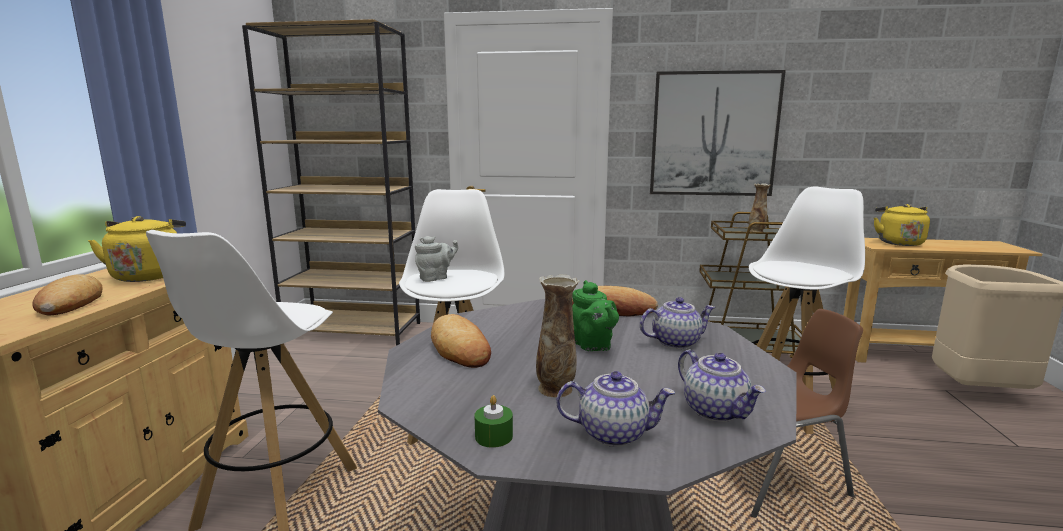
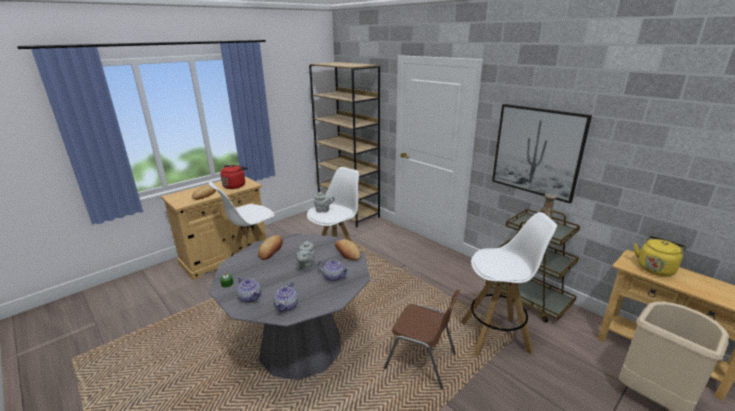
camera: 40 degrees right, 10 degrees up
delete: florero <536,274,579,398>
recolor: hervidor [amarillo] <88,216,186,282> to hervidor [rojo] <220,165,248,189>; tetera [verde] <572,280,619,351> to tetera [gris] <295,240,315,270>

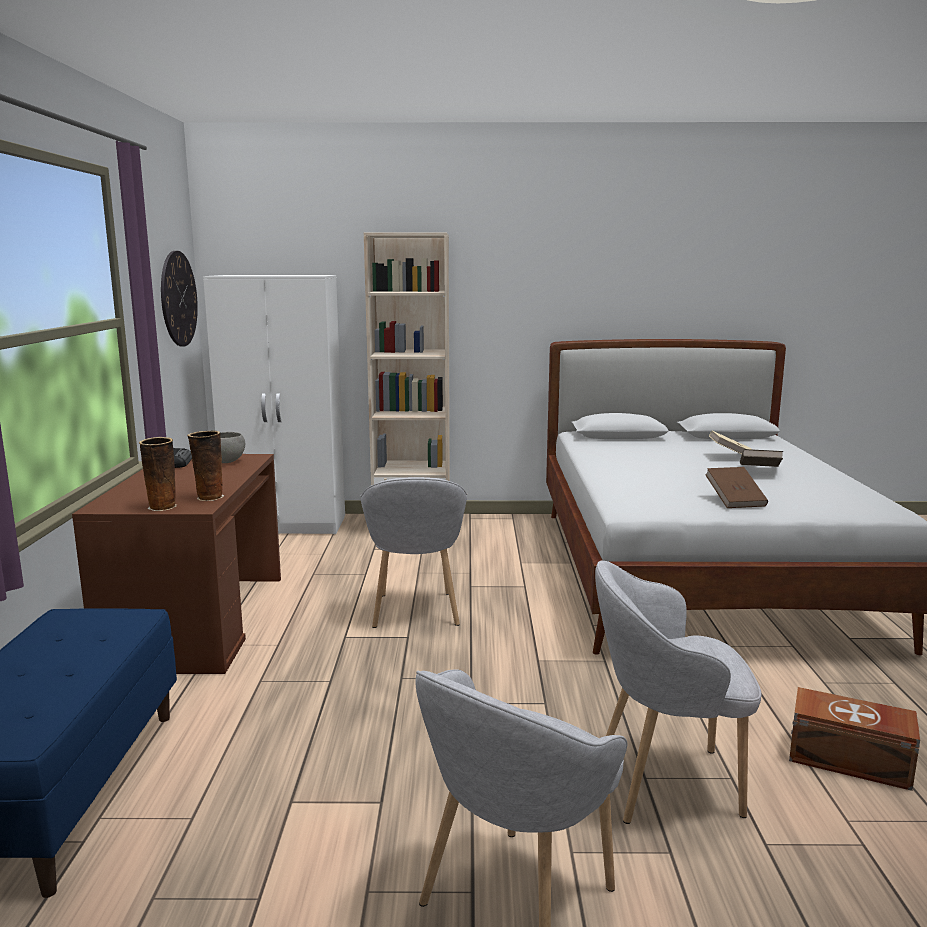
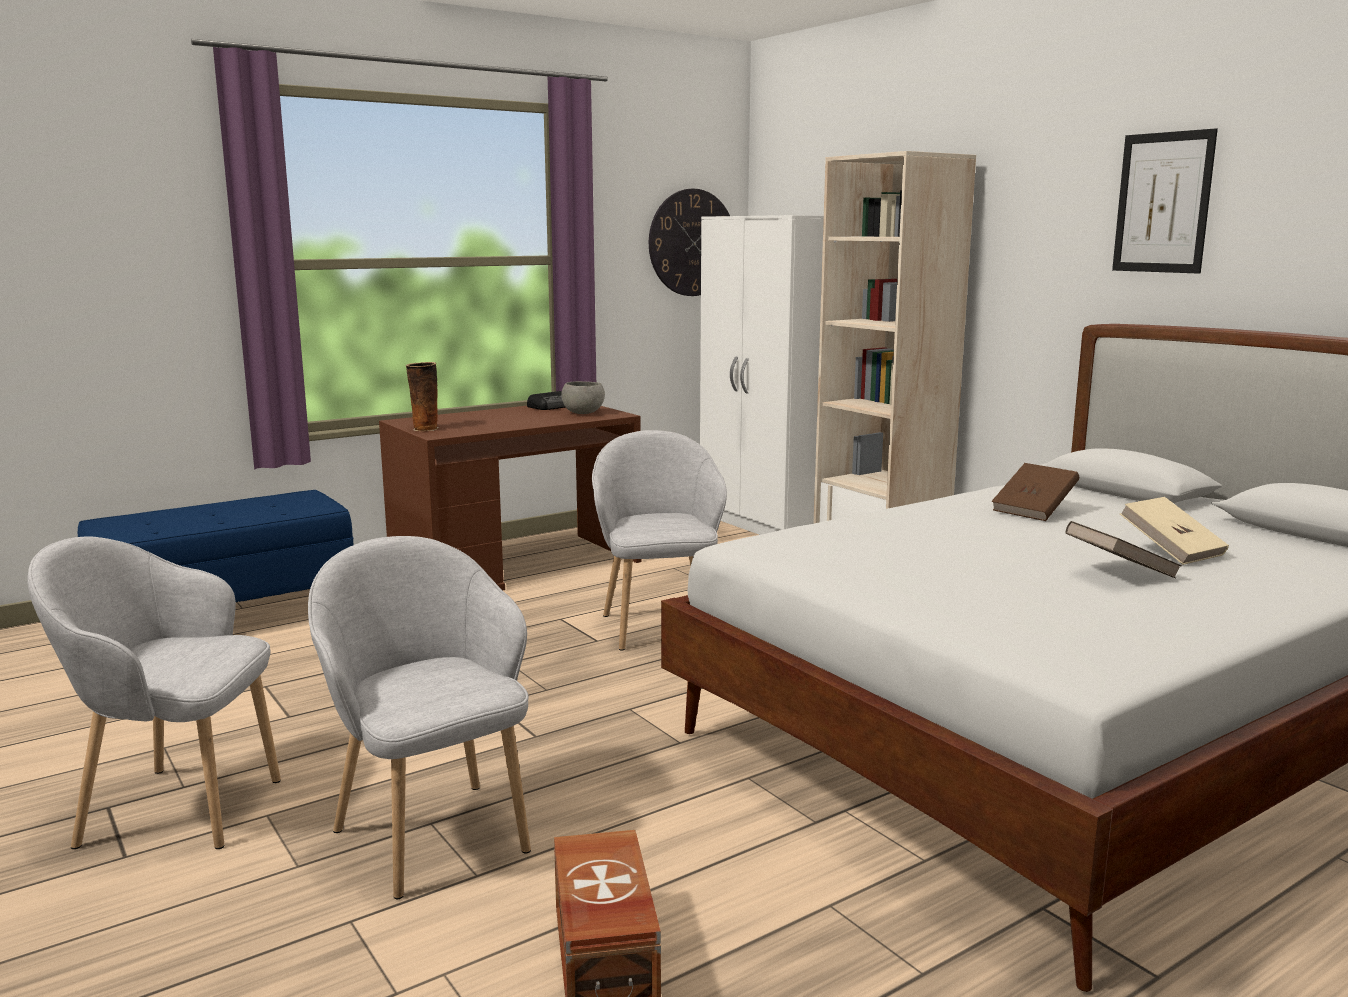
camera: 55 degrees right, 0 degrees up
delete: florero <187,431,224,501>
insert: cuadro <1112,128,1218,274>
move: libro [marrón] <705,467,768,508> to <992,463,1079,521>
rotate: sillón [gris] <360,477,467,628> = <592,430,727,651> 120 degrees clockwise

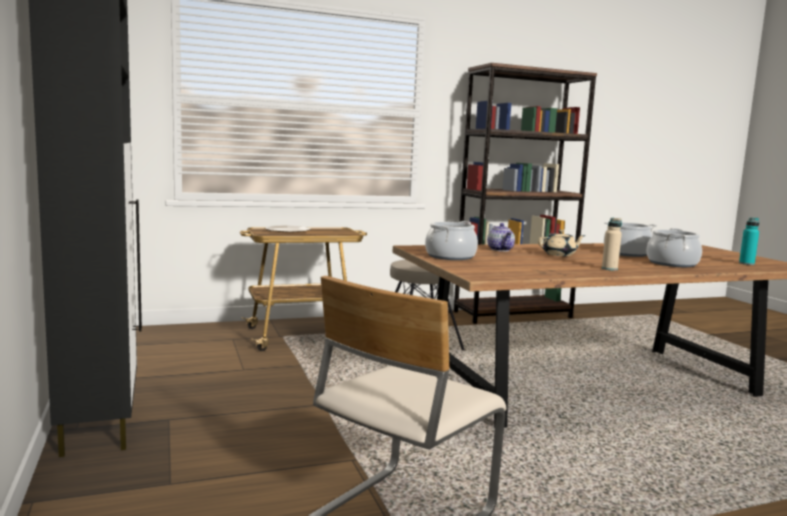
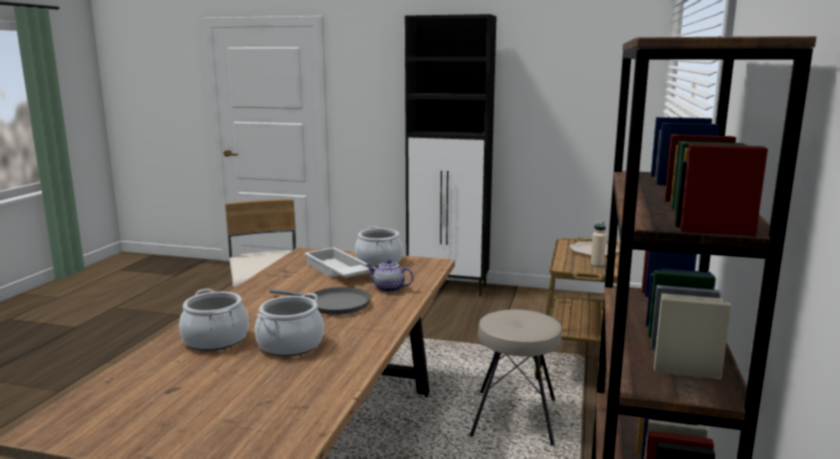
camera: 125 degrees right, 5 degrees up
delete: botella [turquesa] <739,218,759,265>
insert: bandeja [blanco] <304,247,376,278>
move: botella [beis] <602,218,622,271> to <591,221,607,267>
replace: tetera [beis] <538,230,586,256> to sartén [gris] <270,287,371,315>

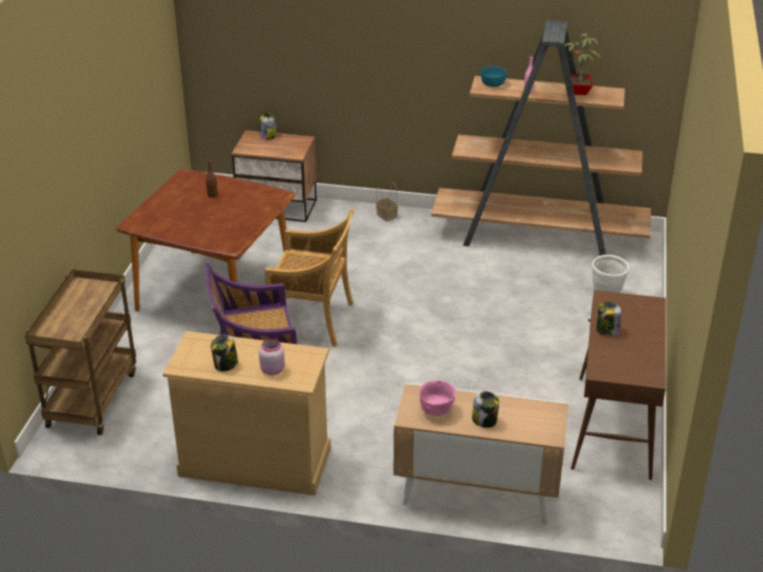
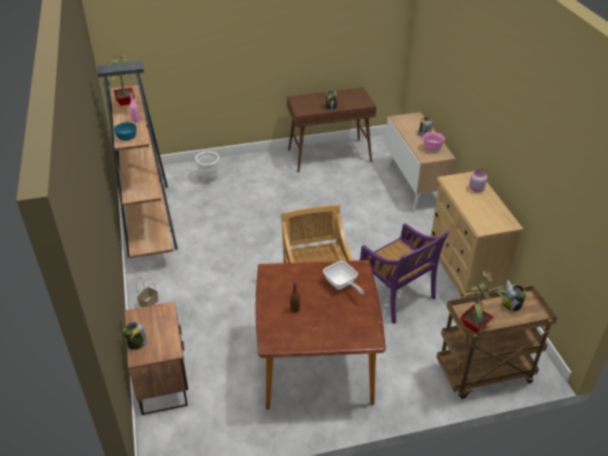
camera: 115 degrees left, 5 degrees up
insert: sartén <323,261,364,295>; planta en maceta <460,271,509,333>
move: tarro <211,335,238,372> to <502,285,527,311>

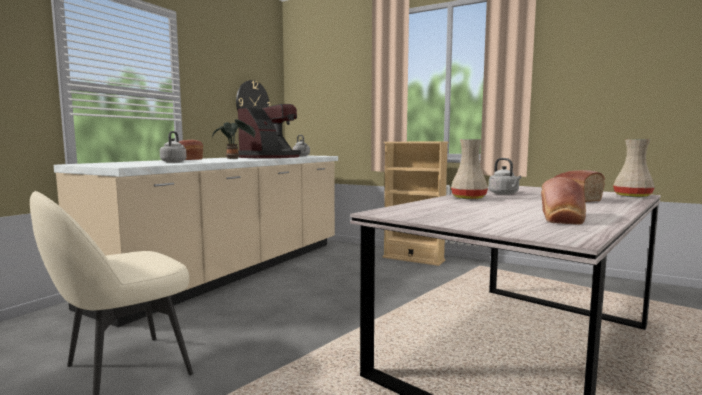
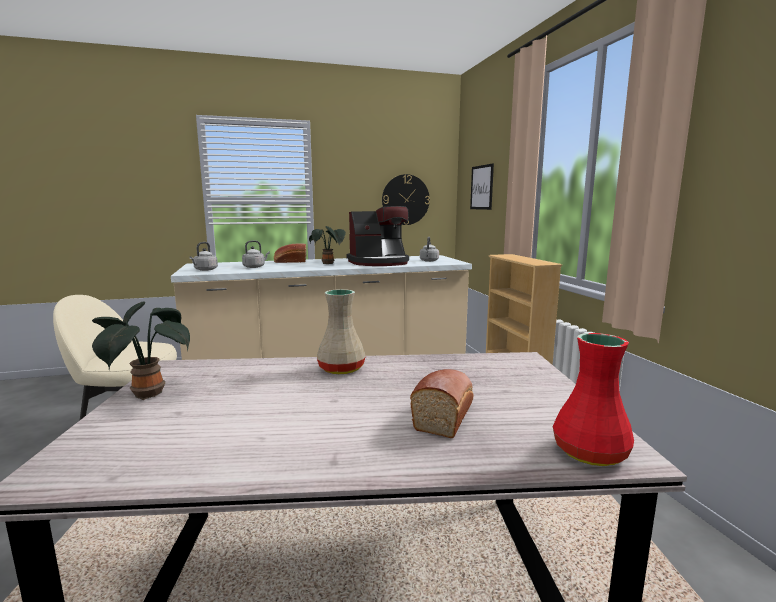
camera: 45 degrees right, 5 degrees up
delete: pan <541,177,586,224>
insert: planta en maceta <92,302,190,400>; cuadro <470,164,494,210>
move: hervidor [gris] <489,158,521,195> to <189,242,218,271>
recolor: florero [beis] <613,139,655,197> to florero [rojo] <553,333,634,466>

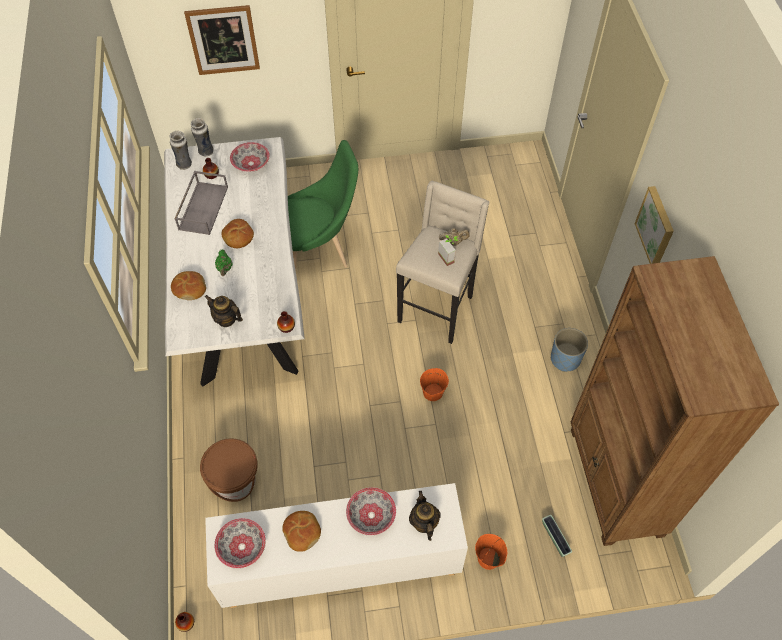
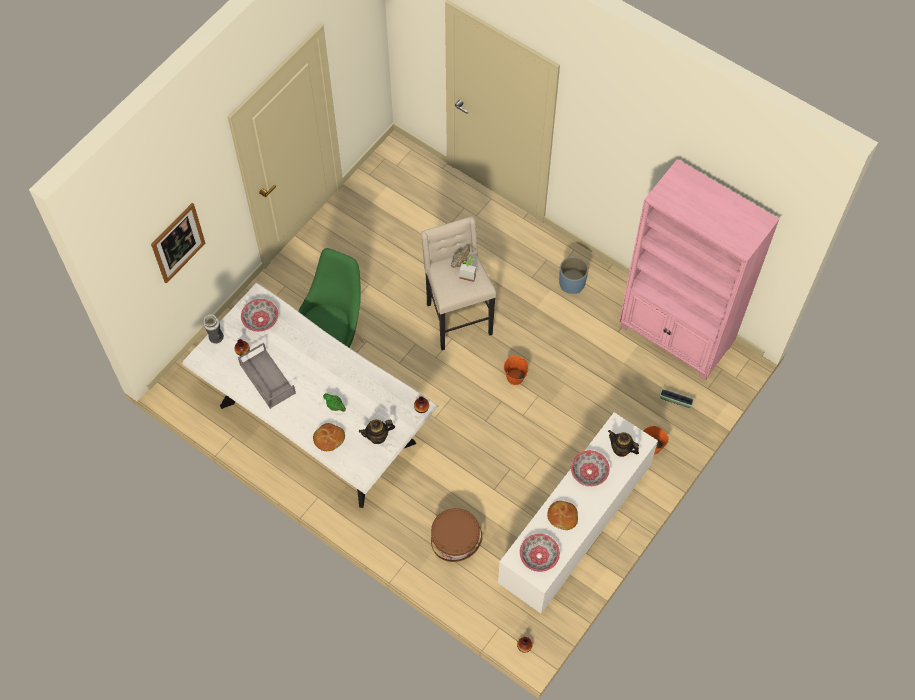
camera: 45 degrees left, 5 degrees up
delete: florero <170,131,192,170>; pan <221,219,254,248>; cuadro <634,186,674,264>
recolor: estantería [marrón] <570,256,779,546> to estantería [rosa] <619,159,779,380>

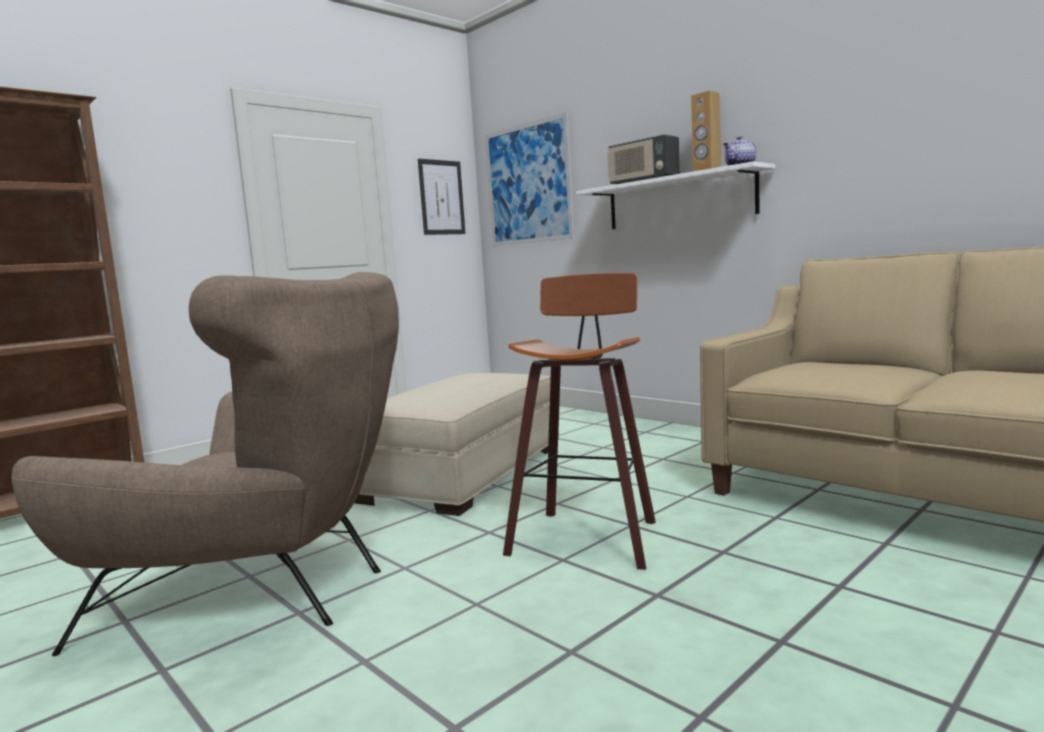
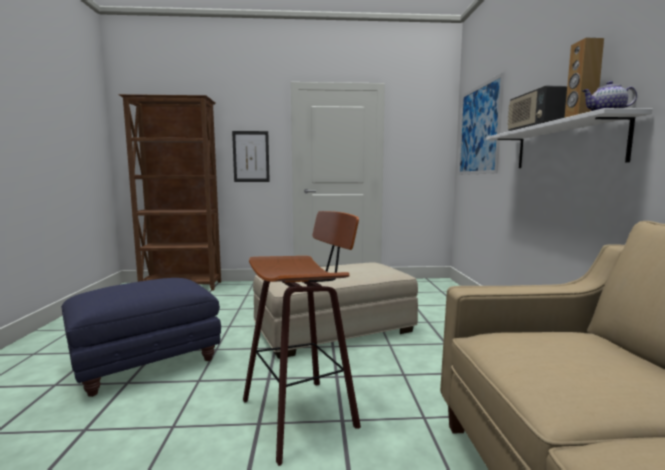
camera: 40 degrees right, 0 degrees up
move: cuadro <418,159,466,235> to <232,131,270,182>
replace: sillón [marrón] <12,272,399,656> to puf [azul] <61,278,221,397>

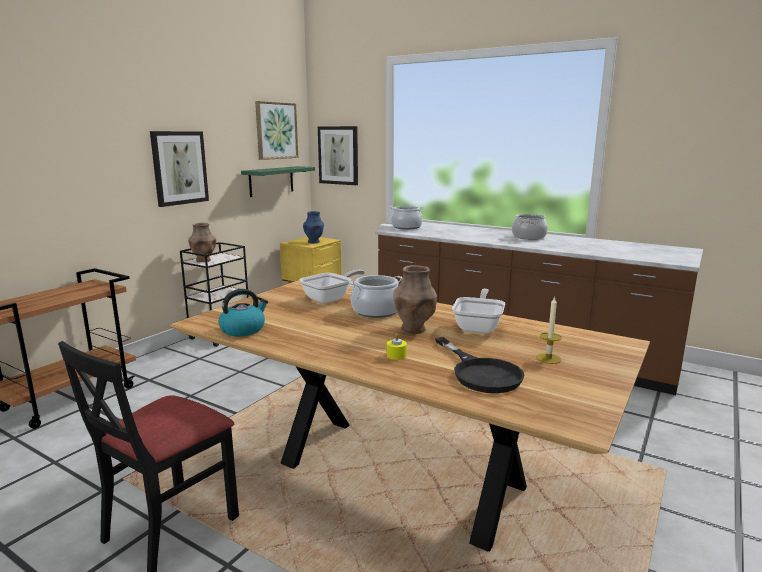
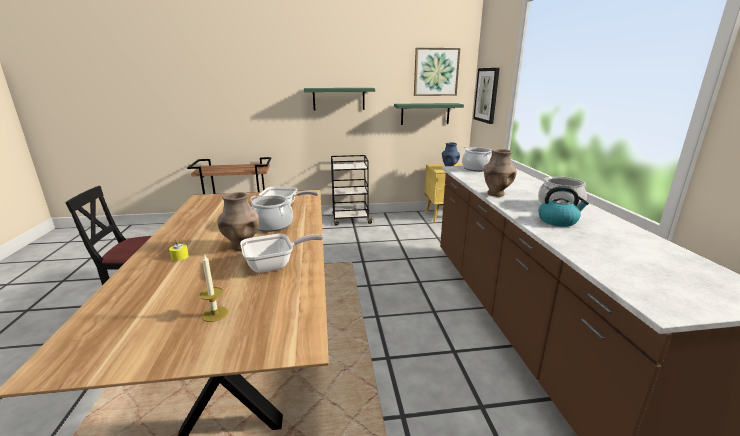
camera: 50 degrees right, 5 degrees up
delete: sartén [negro] <435,337,524,393>
move: florero [marrón] <188,223,216,262> to <484,149,517,197>; hervidor <219,289,268,336> to <538,186,589,227>
replace: cuadro <150,131,209,207> to estante [verde] <304,88,375,110>

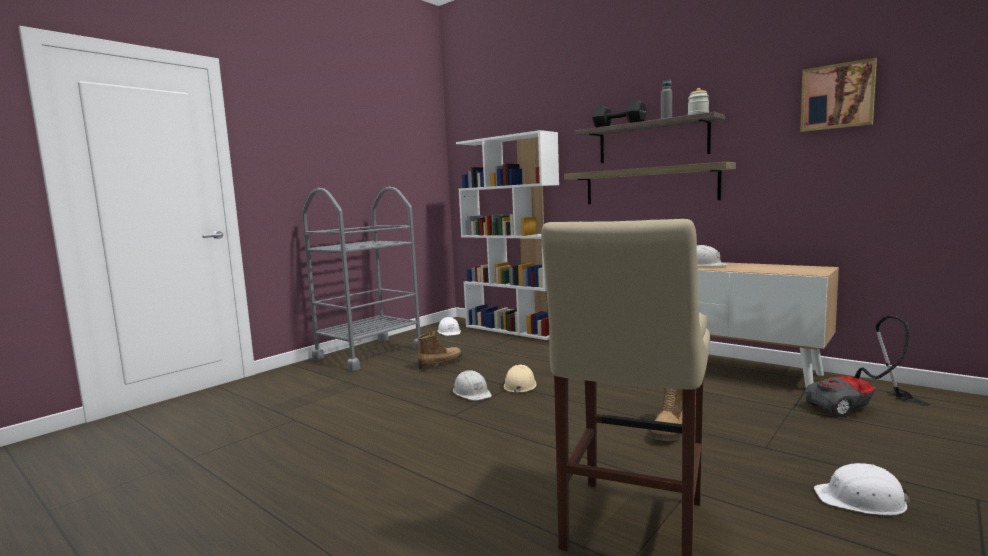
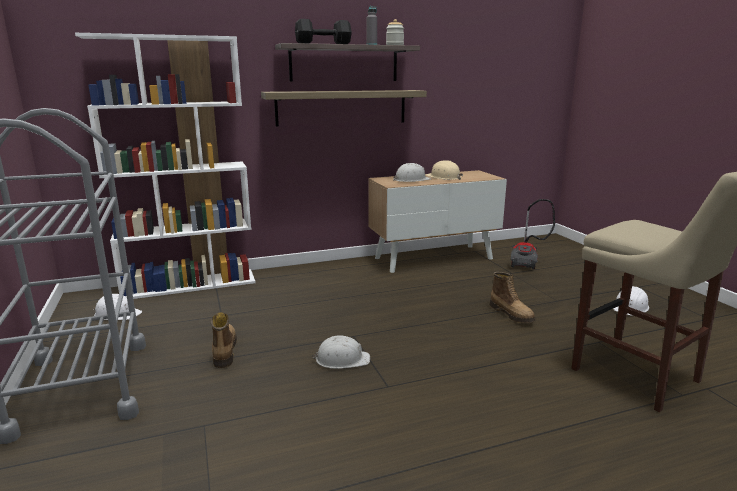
camera: 60 degrees left, 10 degrees up
delete: cuadro <800,57,877,132>
move: casco [beis] <504,365,537,394> to <426,161,463,180>

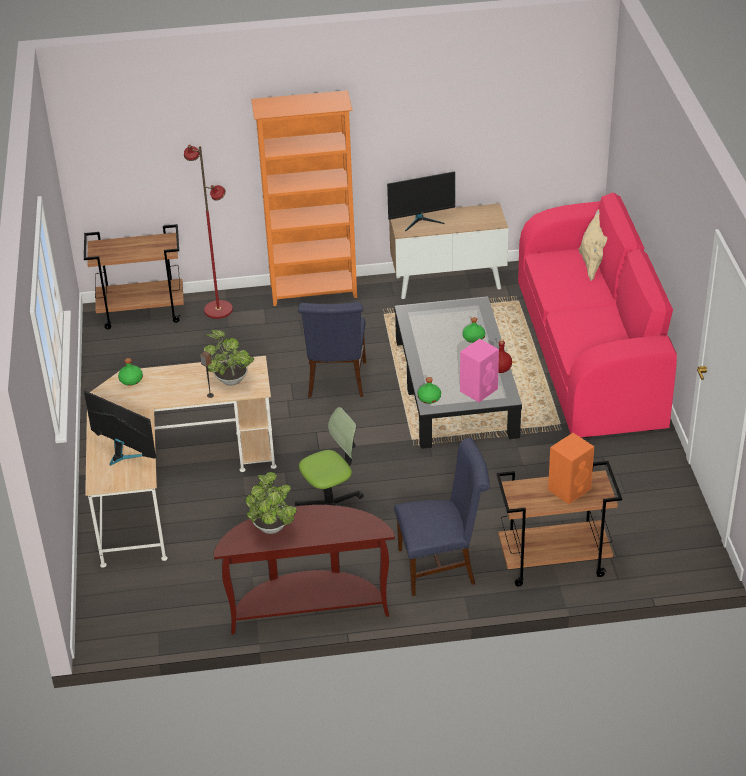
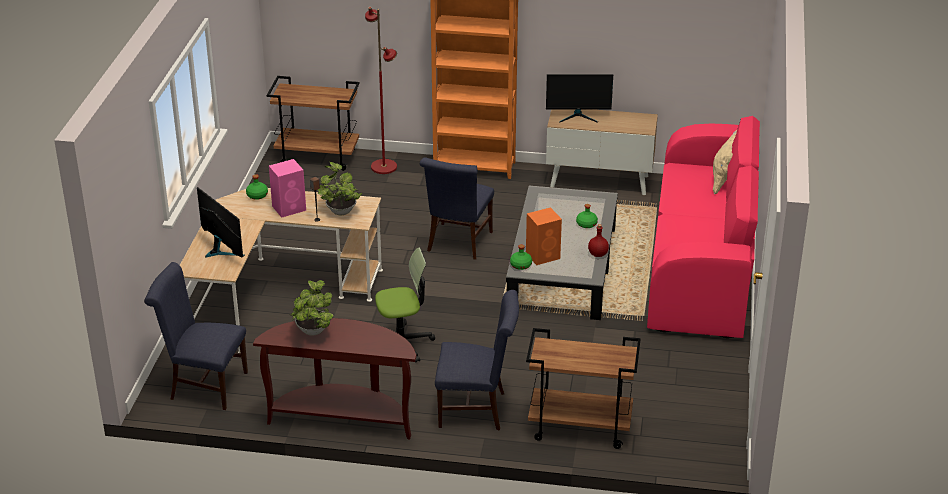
camera: 15 degrees right, 5 degrees down
insert: silla [azul] <144,262,248,410>
move: altavoz [rosa] <460,339,499,402> to <269,159,306,218>; altavoz [naranja] <548,433,594,504> to <526,207,562,265>

